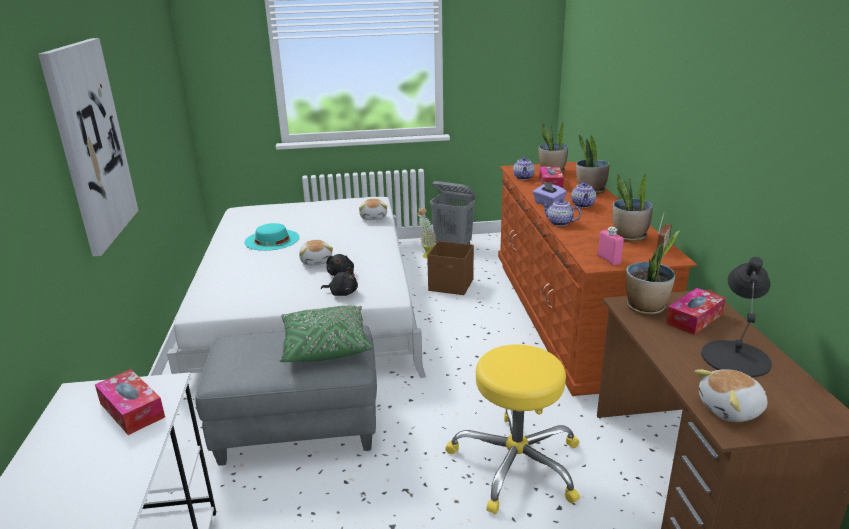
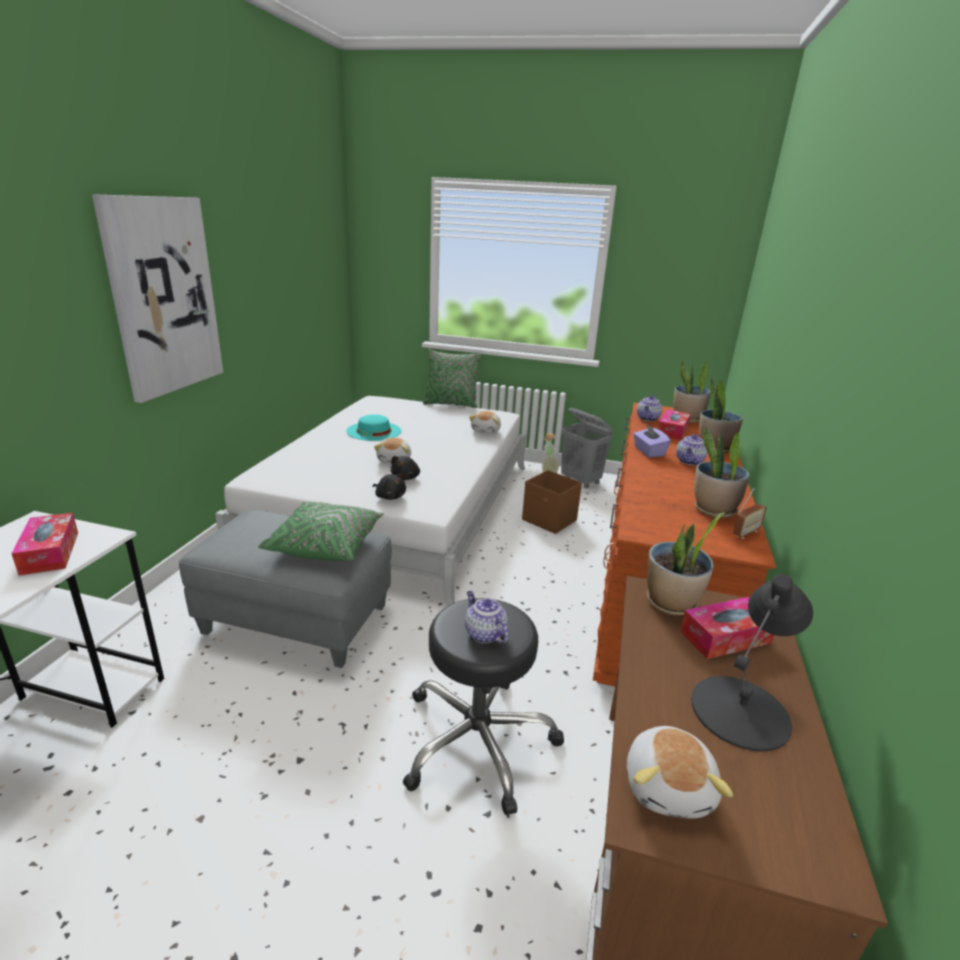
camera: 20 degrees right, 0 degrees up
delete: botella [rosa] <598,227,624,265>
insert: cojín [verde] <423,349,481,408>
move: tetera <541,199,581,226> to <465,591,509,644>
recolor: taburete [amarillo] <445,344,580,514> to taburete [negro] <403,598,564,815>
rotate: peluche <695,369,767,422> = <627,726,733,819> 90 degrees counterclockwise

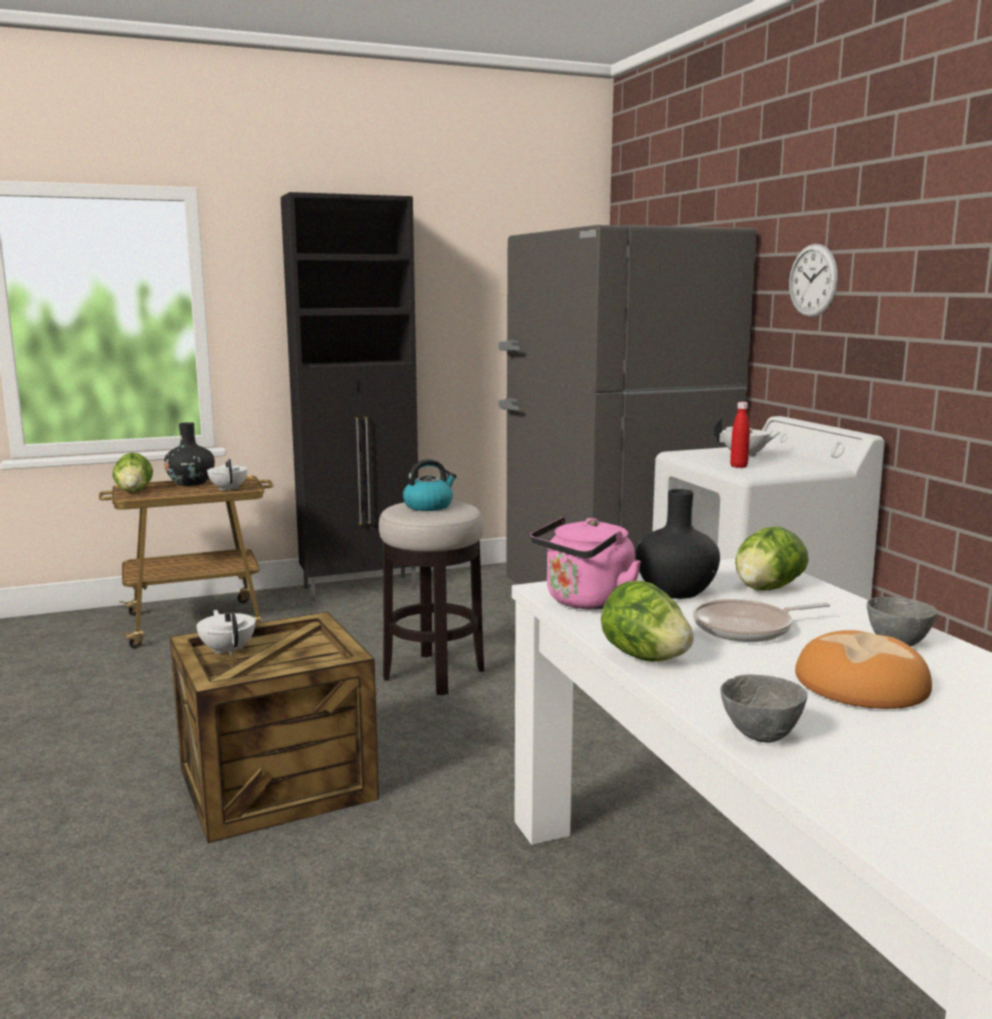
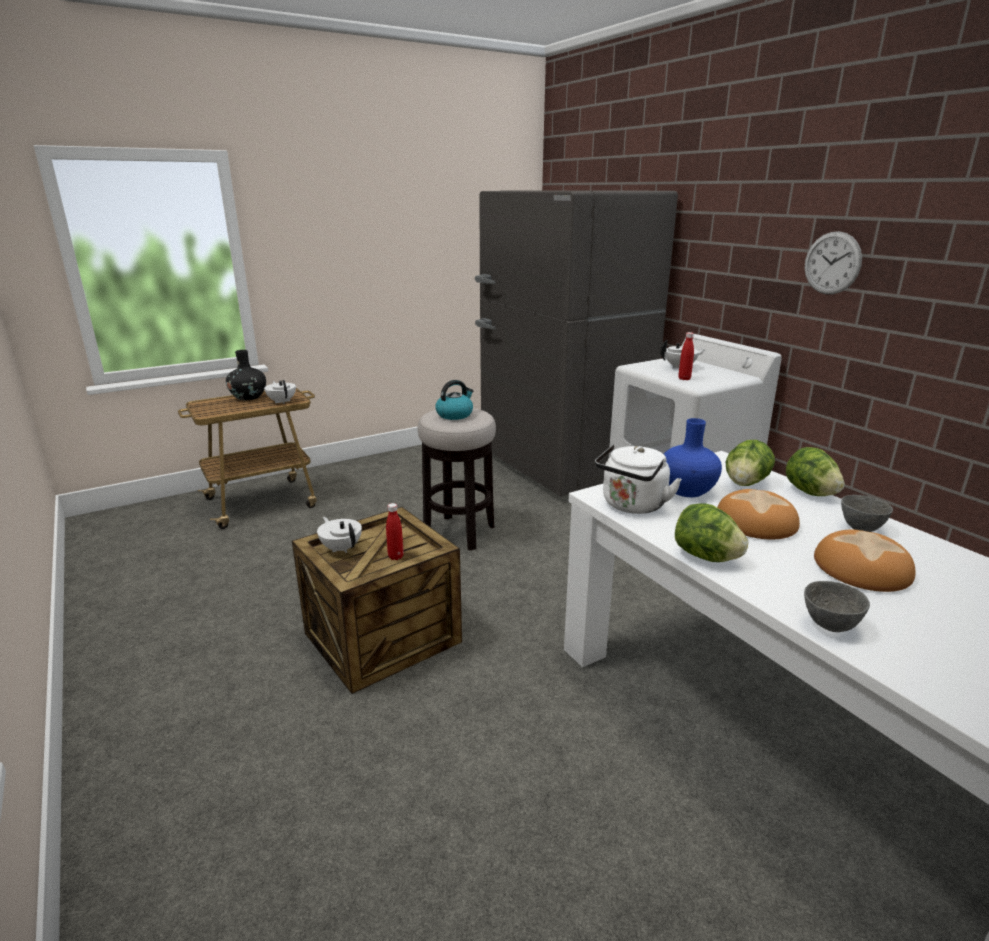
camera: 10 degrees left, 10 degrees up
delete: armario [negro] <281,192,418,601>
insert: botella [rojo] <386,503,404,560>
move: lechuga <112,452,153,493> to <786,447,845,496>; reloj de pared <789,244,838,317> to <804,231,862,294>
replace: sartén <693,599,830,642> to pan <717,489,800,539>
recolor: hervidor [rosa] <530,517,642,610> to hervidor [blanco] <595,444,682,514>; florero [negro] <636,489,720,599> to florero [azul] <664,418,722,497>

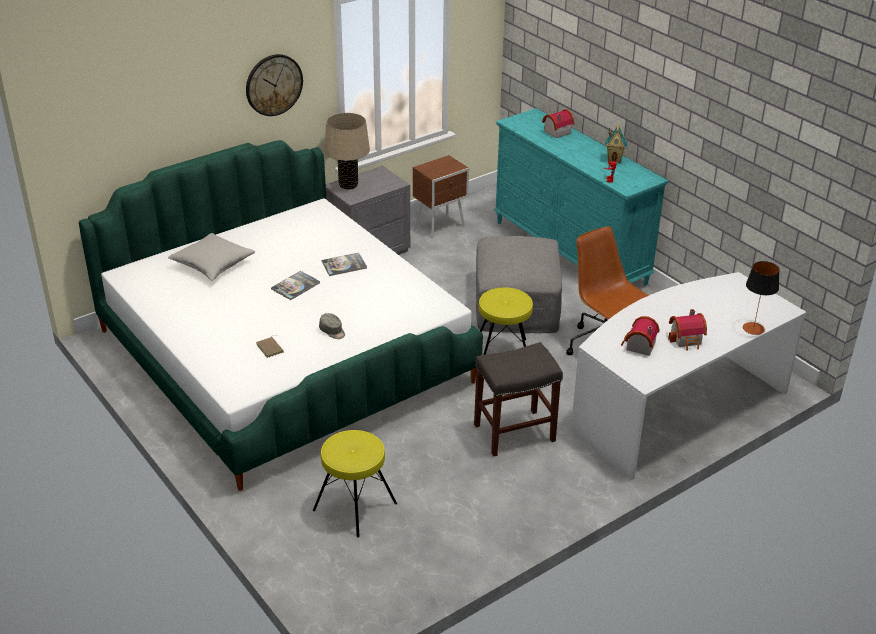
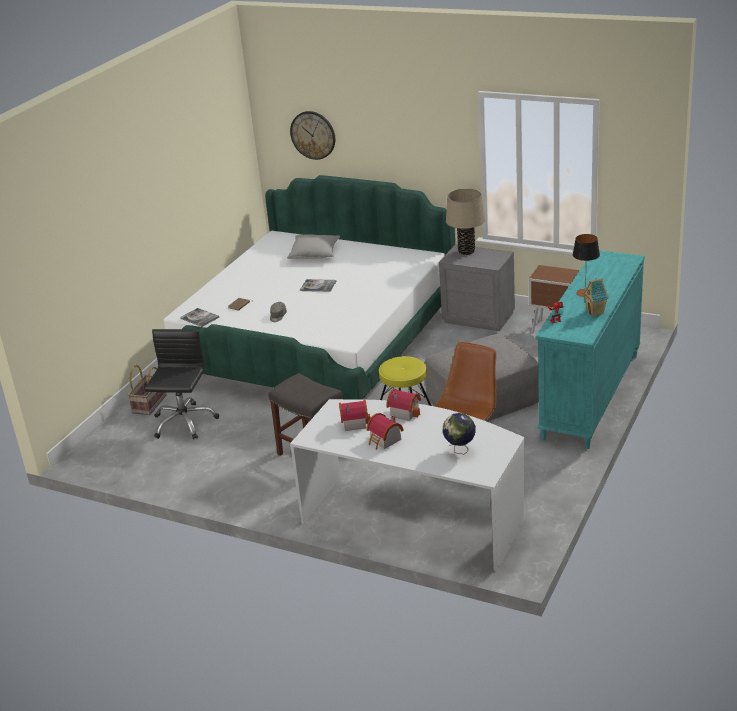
camera: 65 degrees right, 5 degrees down
insert: cesta <128,365,166,415>; globo terráqueo <443,413,476,454>
move: reloj de pared <246,54,303,116> to <290,111,335,160>; libro <322,253,367,276> to <180,308,219,327>; casita <542,109,574,138> to <387,389,421,421>; lámpara de mesa <743,261,780,335> to <573,234,600,297>
replace: taburete [amarillo] <313,430,397,538> to silla de oficina [negro] <145,329,219,440>

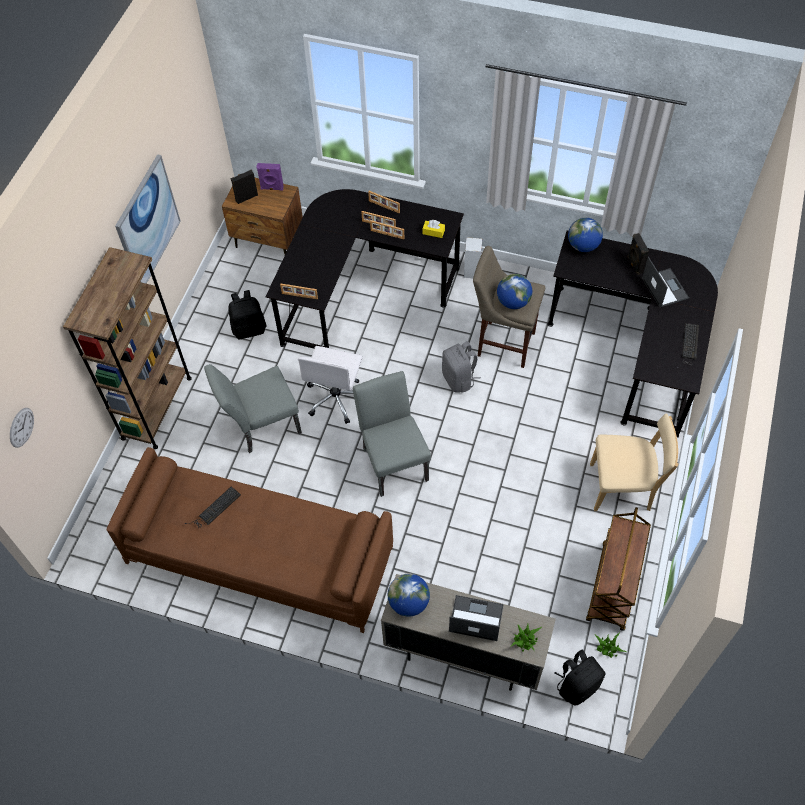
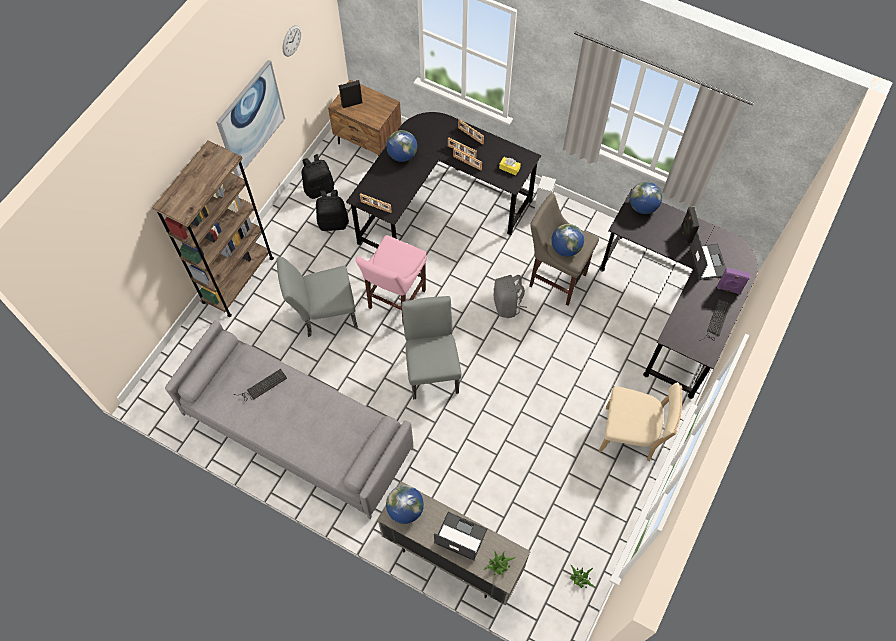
camera: 10 degrees right, 5 degrees up
delete: carrito [marrón] <586,507,651,631>
insert: globo terráqueo <386,130,417,162>
move: reloj de pared <10,408,34,448> to <282,25,301,57>; altavoz [morado] <256,163,284,191> to <717,267,750,294>; mochila [negro] <554,650,605,706> to <302,154,334,199>
replace: silla de oficina [blanco] <298,346,363,424> to taburete [rosa] <356,235,427,322>
recolor: sofá [marrón] <107,447,393,633> to sofá [gris] <165,321,413,519>

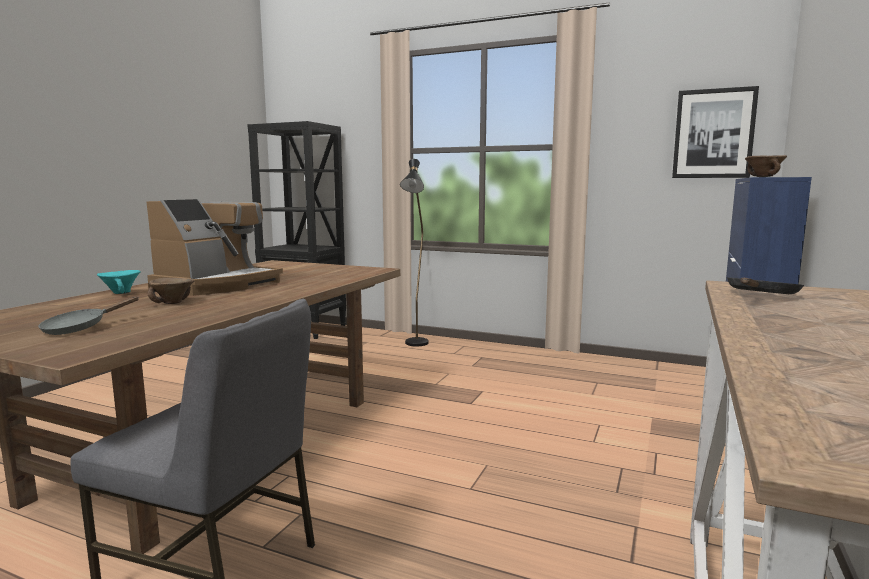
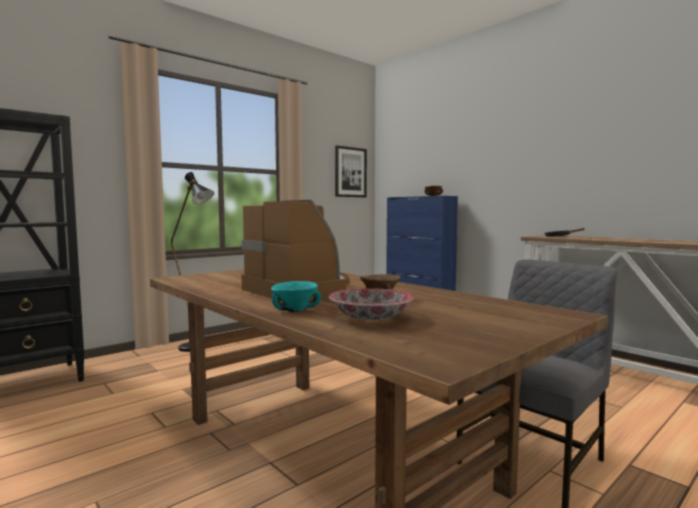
camera: 65 degrees left, 5 degrees down
delete: sartén [gris] <38,297,139,335>
insert: cuenco <329,288,414,320>

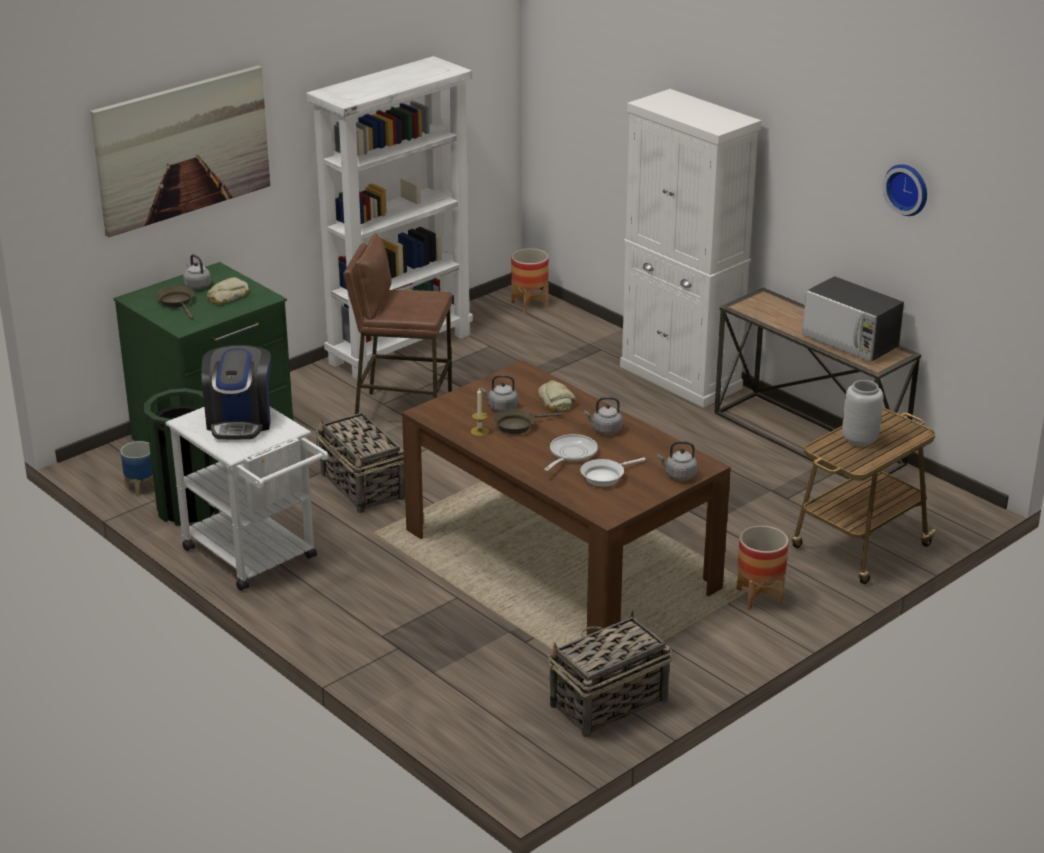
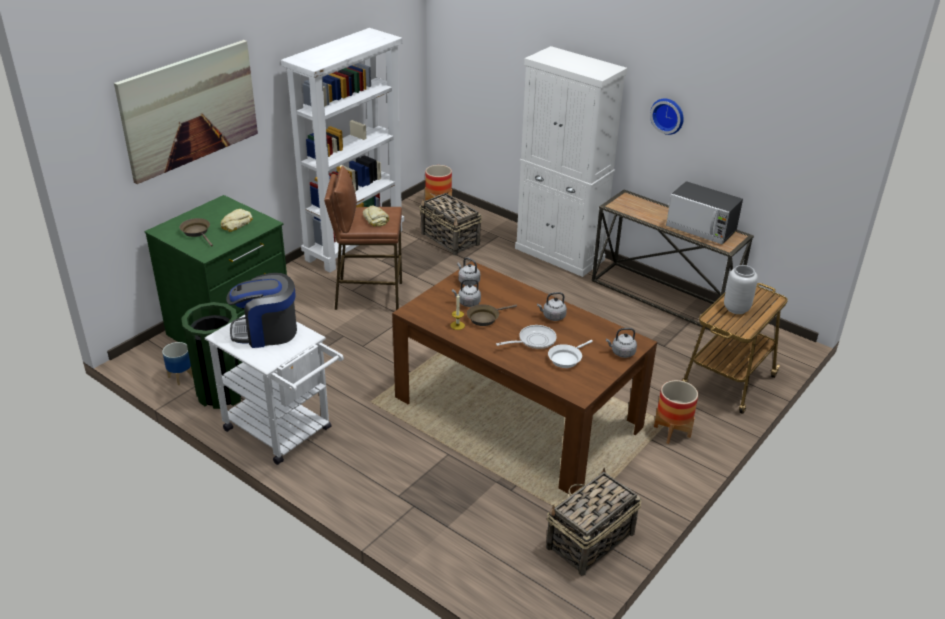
camera: 10 degrees left, 5 degrees up
move: hervidor [gris] <183,254,211,290> to <457,257,480,286>; cesta <316,412,405,513> to <419,193,482,256>; pan <538,380,576,411> to <363,205,390,227>; reloj de pared <883,164,927,216> to <650,99,684,135>
rotate: cafetera <202,345,271,440> = <226,273,297,348> 90 degrees clockwise; sartén <544,434,598,471> = <496,325,557,349> 45 degrees clockwise

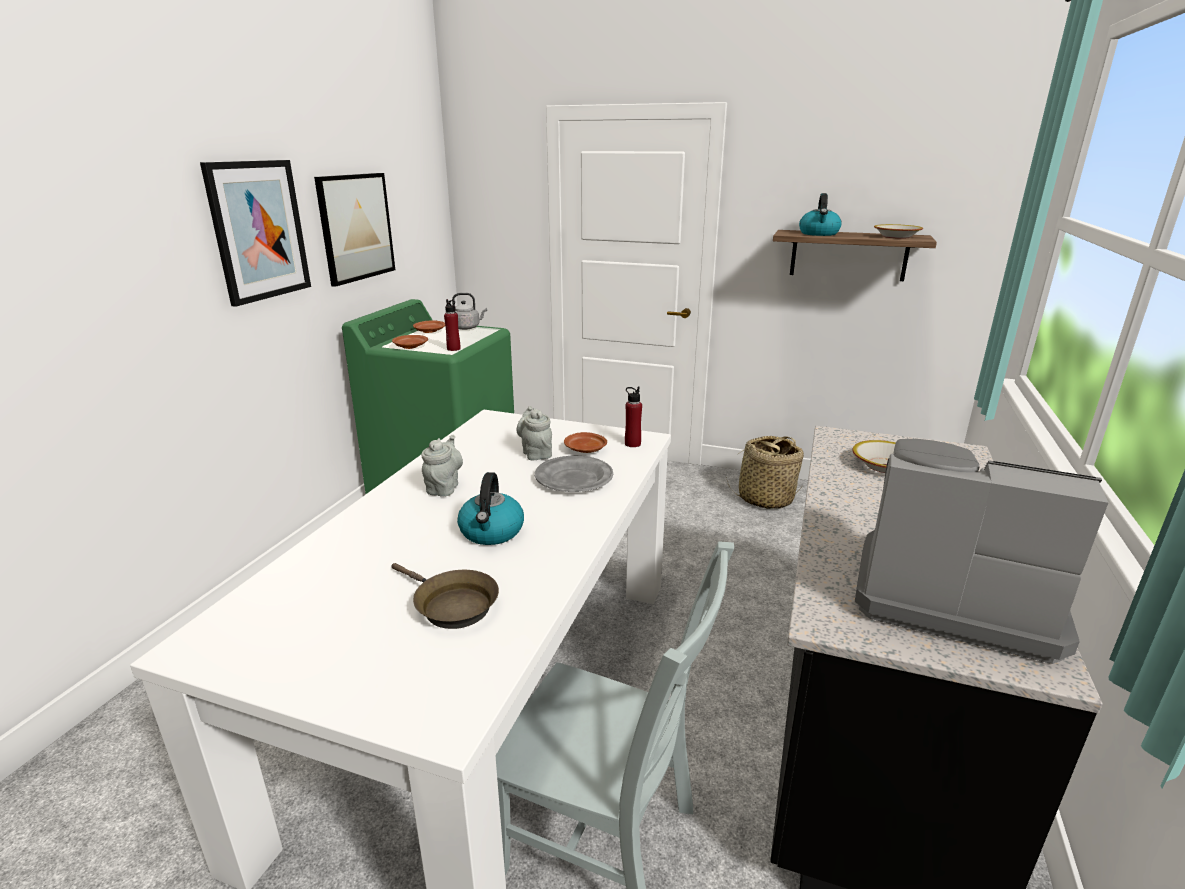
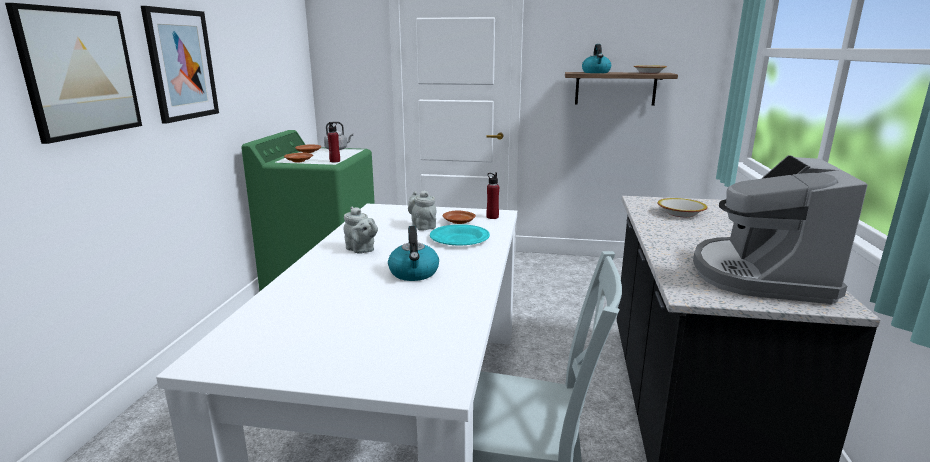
camera: 10 degrees left, 5 degrees down
delete: sartén [marrón] <391,563,499,629>; cesta <726,436,804,509>
move: cuadro <314,173,395,287> to <5,3,142,144>
recolor: plato [gris] <535,456,613,492> to plato [turquesa] <430,224,490,245>
rotate: tetera [gris] <421,435,463,496> = <344,207,378,254> 135 degrees clockwise; cafetera <855,439,1108,664> = <693,155,868,304> 90 degrees counterclockwise

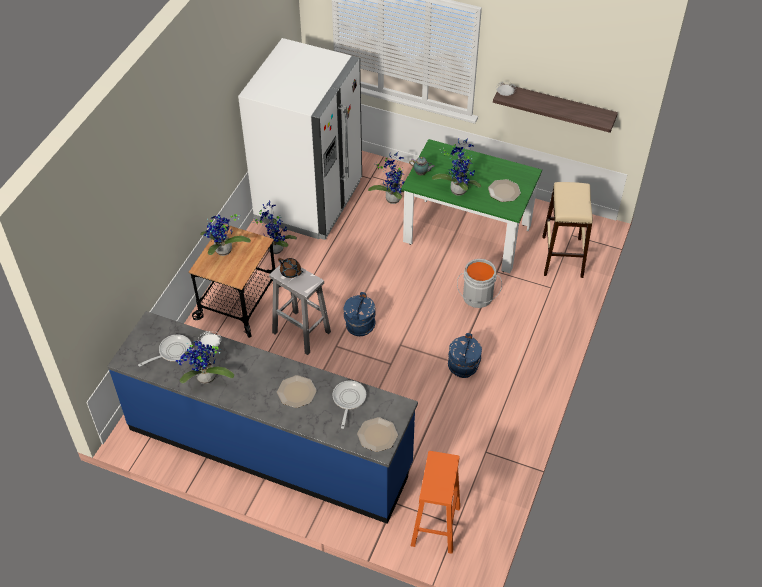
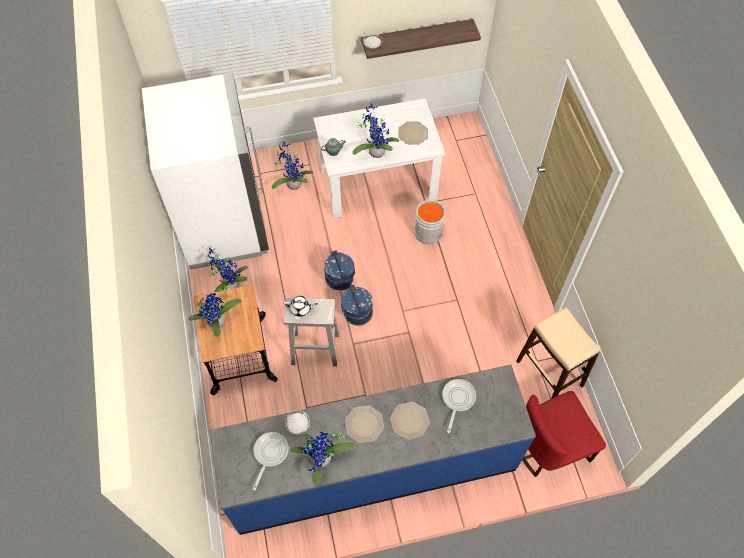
camera: 35 degrees left, 10 degrees up
move: plato <357,417,398,452> to <345,405,384,443>; cubo [azul] <448,333,482,378> to <324,250,355,290>; taburete [beis] <543,182,593,278> to <516,308,601,399>
replace: taburete [naranja] <411,451,460,554> to silla [rojo] <523,391,606,477>
recolor: tetera [marrón] <278,258,303,278> to tetera [blanco] <284,296,318,317>; mesa de comedor [verde] <401,139,542,273> to mesa de comedor [blanco] <313,98,446,219>
rotate: sartén <332,381,366,429> = <442,379,476,433> 45 degrees clockwise

